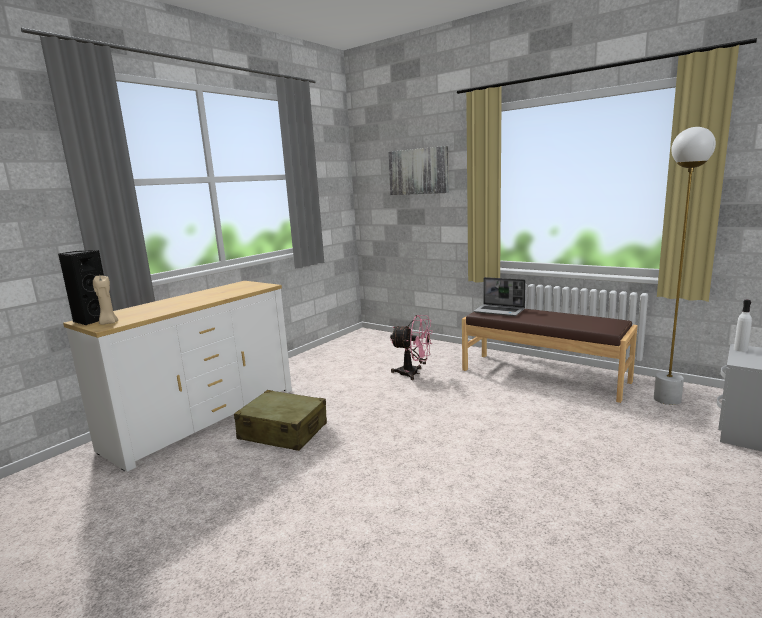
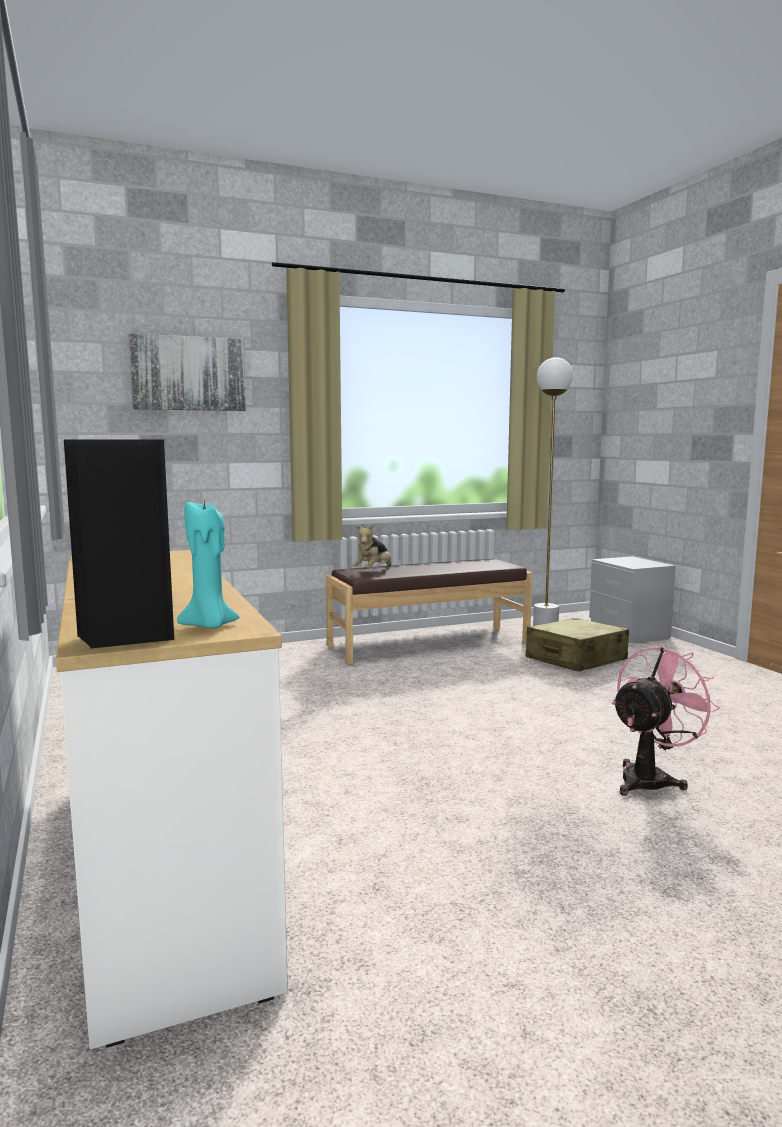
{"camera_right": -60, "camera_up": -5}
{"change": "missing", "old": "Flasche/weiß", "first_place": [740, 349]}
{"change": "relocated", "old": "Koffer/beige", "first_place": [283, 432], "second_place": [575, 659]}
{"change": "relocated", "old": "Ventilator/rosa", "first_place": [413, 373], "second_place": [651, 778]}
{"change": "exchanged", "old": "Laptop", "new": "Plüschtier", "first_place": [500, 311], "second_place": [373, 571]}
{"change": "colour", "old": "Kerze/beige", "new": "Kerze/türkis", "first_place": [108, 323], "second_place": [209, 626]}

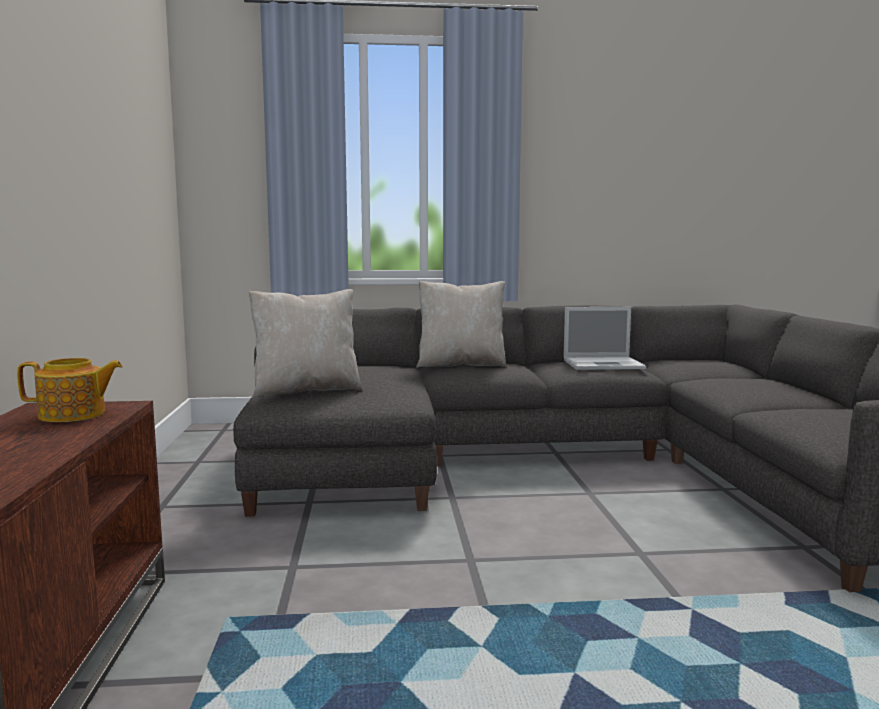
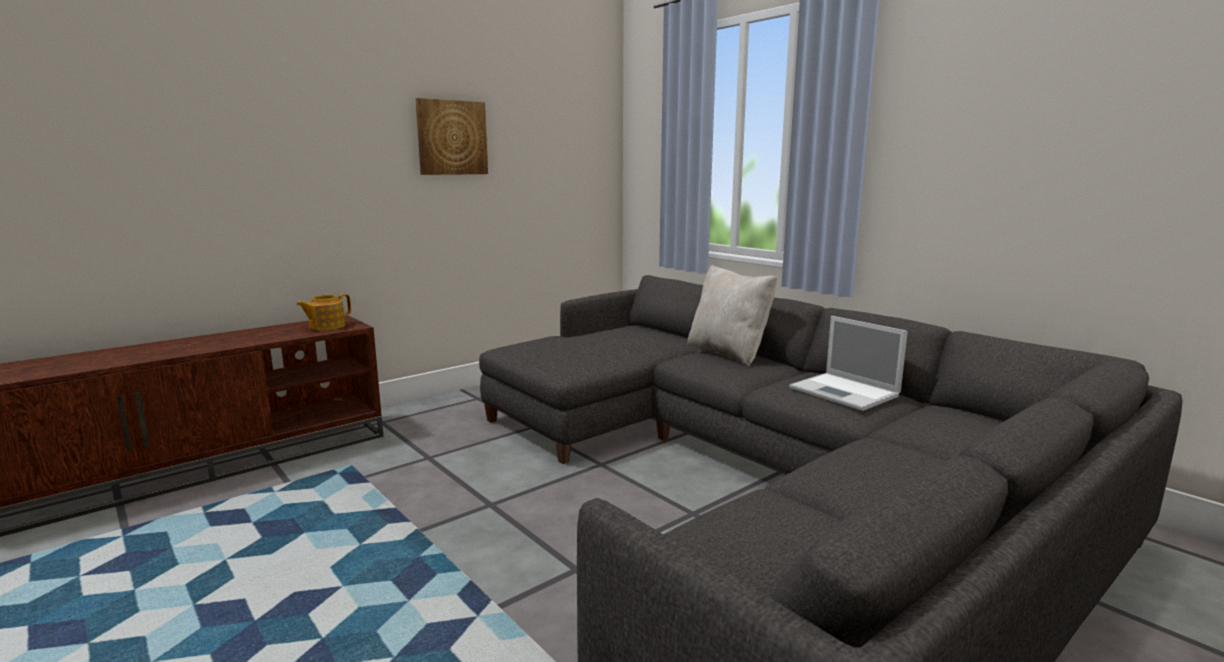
{"camera_right": 55, "camera_up": 5}
{"change": "missing", "old": "Kissen/beige", "first_place": [306, 390]}
{"change": "appeared", "new": "Bild", "second_place": [451, 137]}
{"change": "spun", "old": "Teekanne", "first_place": [73, 415], "second_place": [326, 326], "degrees": 90}

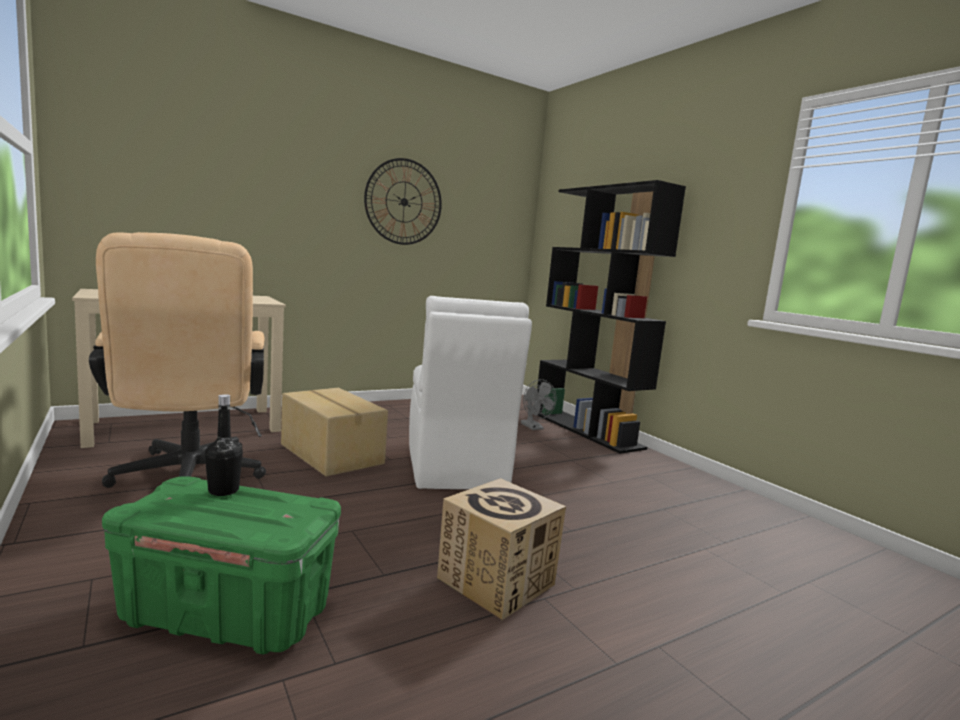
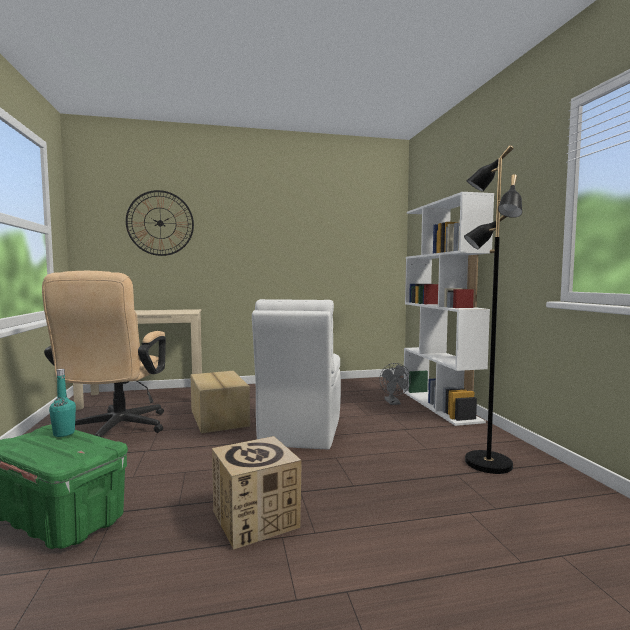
{"camera_right": 20, "camera_up": -5}
{"change": "appeared", "new": "Stehlampe/schwarz", "second_place": [486, 463]}
{"change": "relocated", "old": "Wanduhr", "first_place": [404, 202], "second_place": [160, 223]}
{"change": "colour", "old": "Flasche/schwarz", "new": "Flasche/türkis", "first_place": [223, 490], "second_place": [64, 433]}
{"change": "colour", "old": "Bücherregal/schwarz", "new": "Bücherregal/weiß", "first_place": [587, 430], "second_place": [440, 406]}

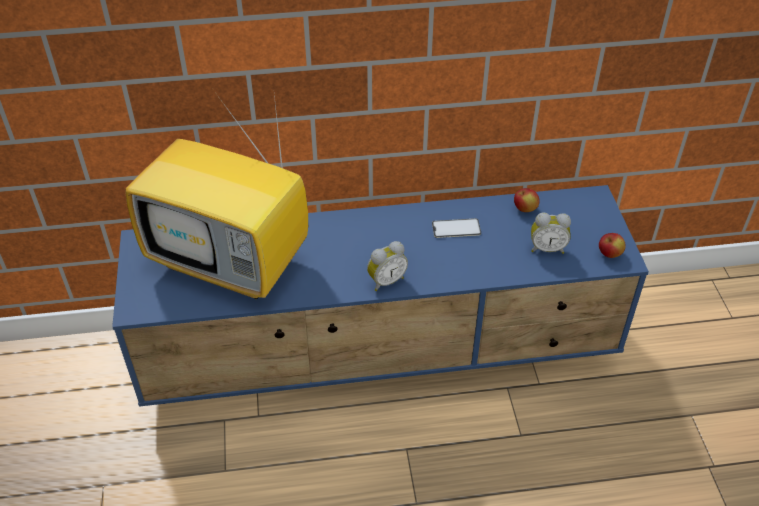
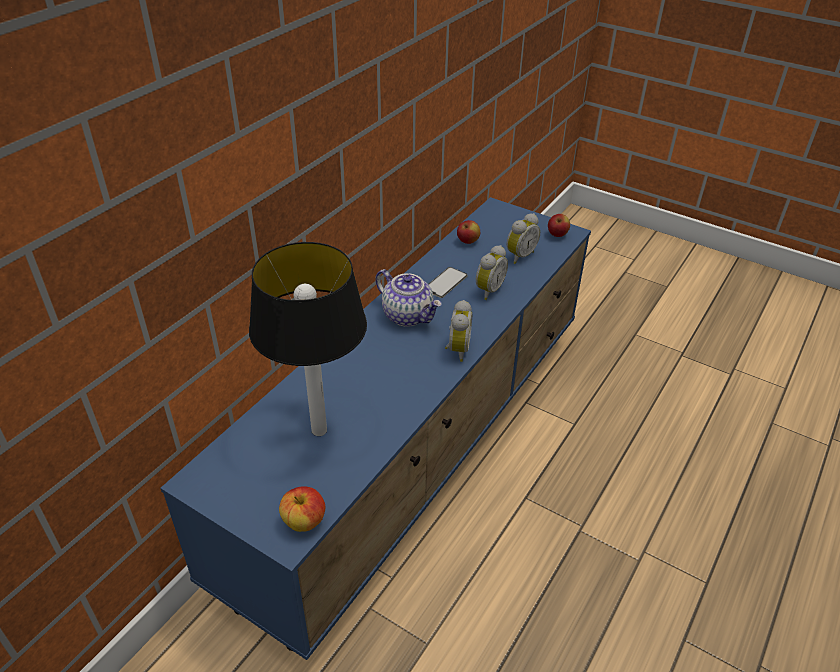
{"camera_right": -50, "camera_up": -5}
{"change": "appeared", "new": "Apfel", "second_place": [304, 522]}
{"change": "appeared", "new": "Teekanne", "second_place": [408, 315]}
{"change": "appeared", "new": "Wecker", "second_place": [488, 290]}
{"change": "exchanged", "old": "Fernseher", "new": "Tischlampe", "first_place": [233, 263], "second_place": [319, 429]}

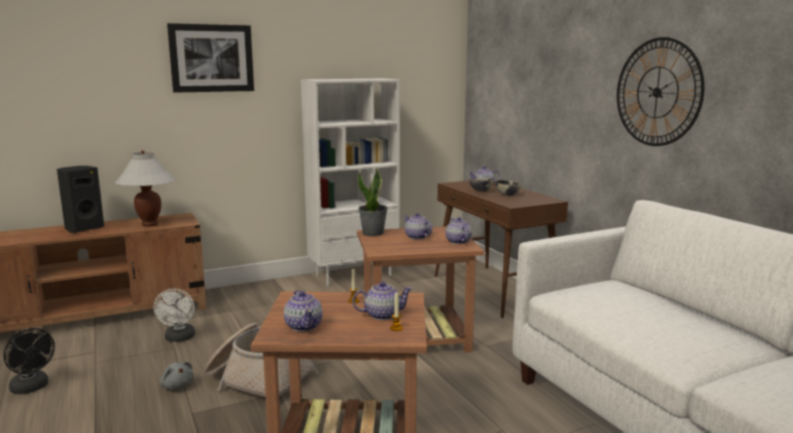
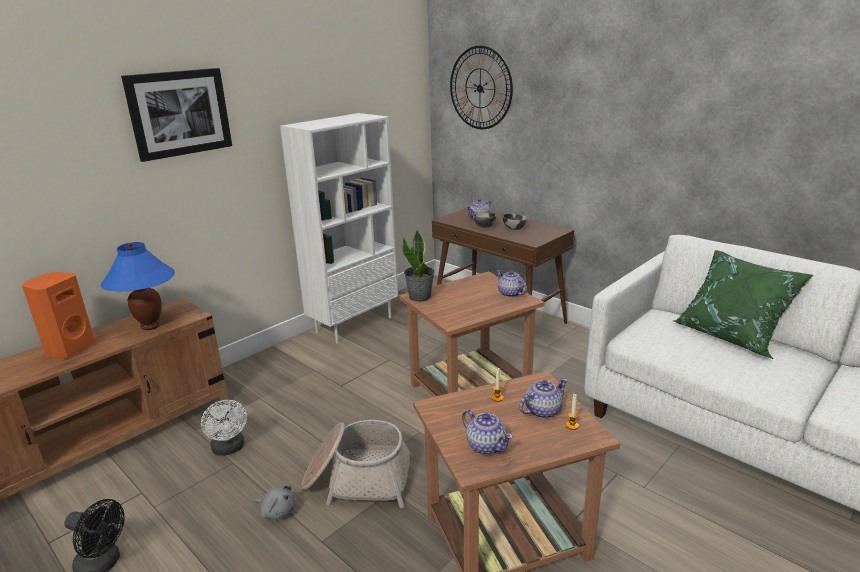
{"camera_right": -20, "camera_up": 10}
{"change": "missing", "old": "Teekanne", "first_place": [417, 237]}
{"change": "appeared", "new": "Kissen/grün", "second_place": [732, 335]}
{"change": "relocated", "old": "Wanduhr", "first_place": [657, 92], "second_place": [480, 88]}
{"change": "colour", "old": "Lautsprecher/schwarz", "new": "Lautsprecher/orange", "first_place": [83, 228], "second_place": [69, 349]}
{"change": "colour", "old": "Tischlampe/weiß", "new": "Tischlampe/blau", "first_place": [150, 224], "second_place": [150, 326]}

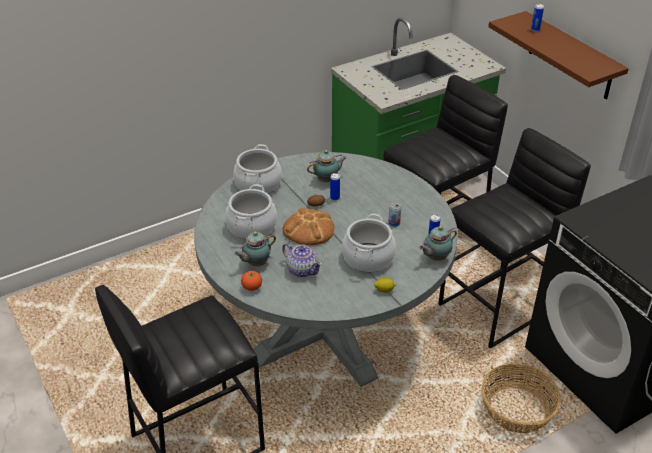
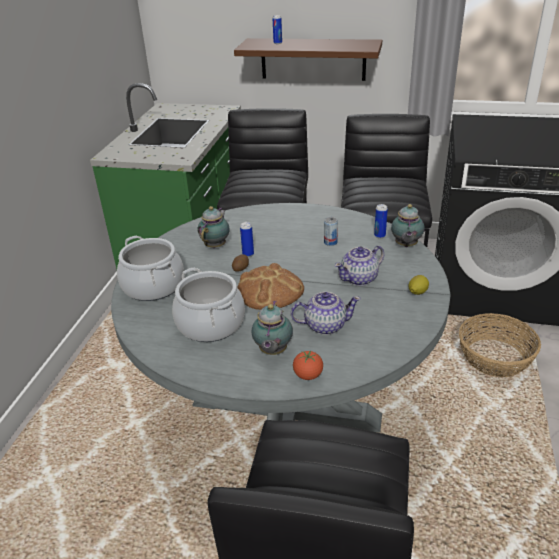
{"camera_right": -45, "camera_up": -5}
{"change": "exchanged", "old": "Kochtopf", "new": "Teekanne", "first_place": [368, 258], "second_place": [359, 278]}

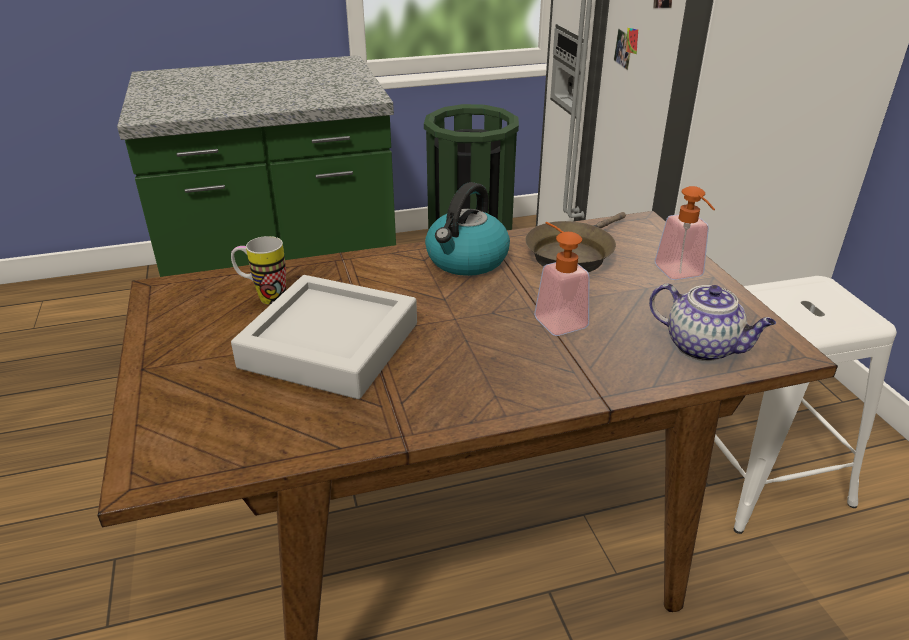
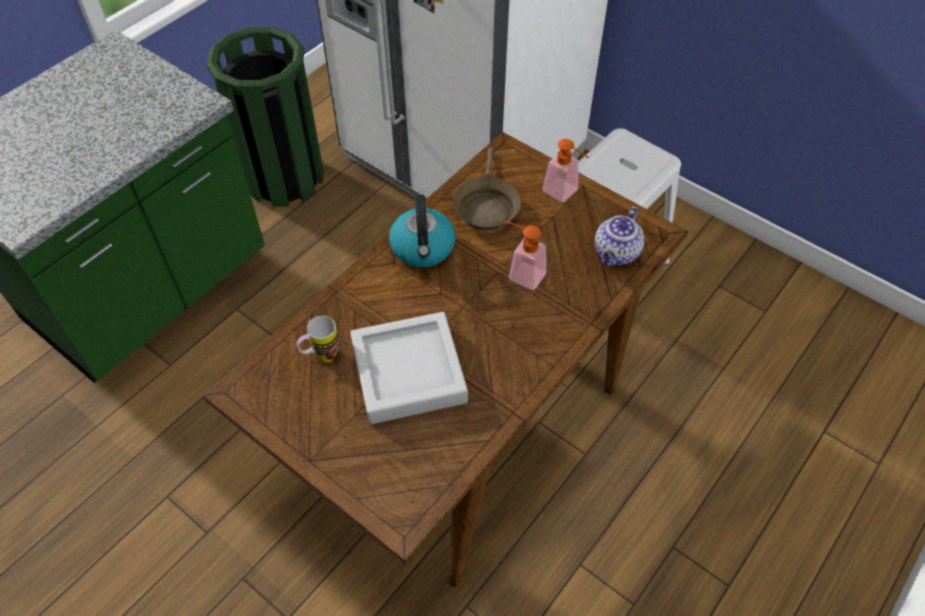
{"camera_right": -35, "camera_up": 20}
{"change": "spun", "old": "Teekanne", "first_place": [703, 347], "second_place": [616, 254], "degrees": 120}

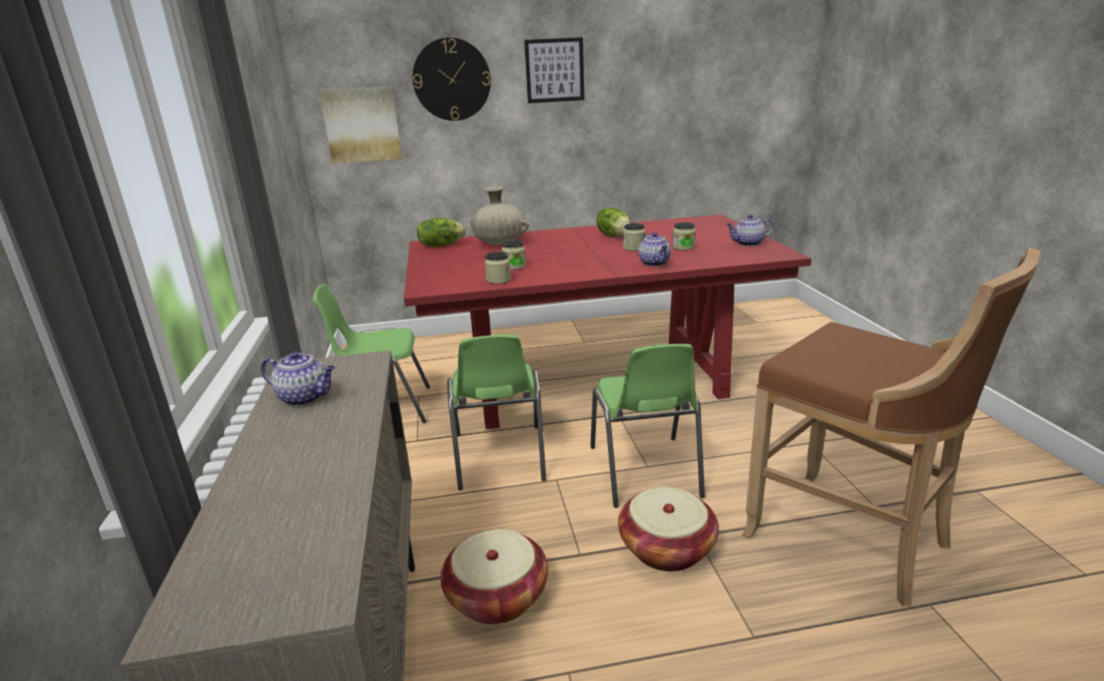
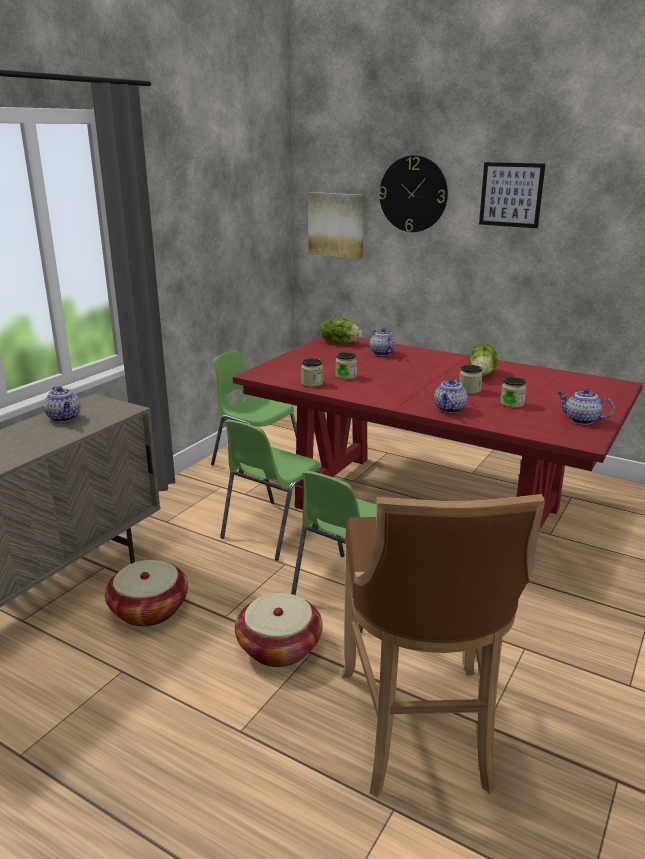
{"camera_right": 40, "camera_up": 0}
{"change": "exchanged", "old": "Vase/beige", "new": "Teekanne", "first_place": [500, 243], "second_place": [382, 353]}

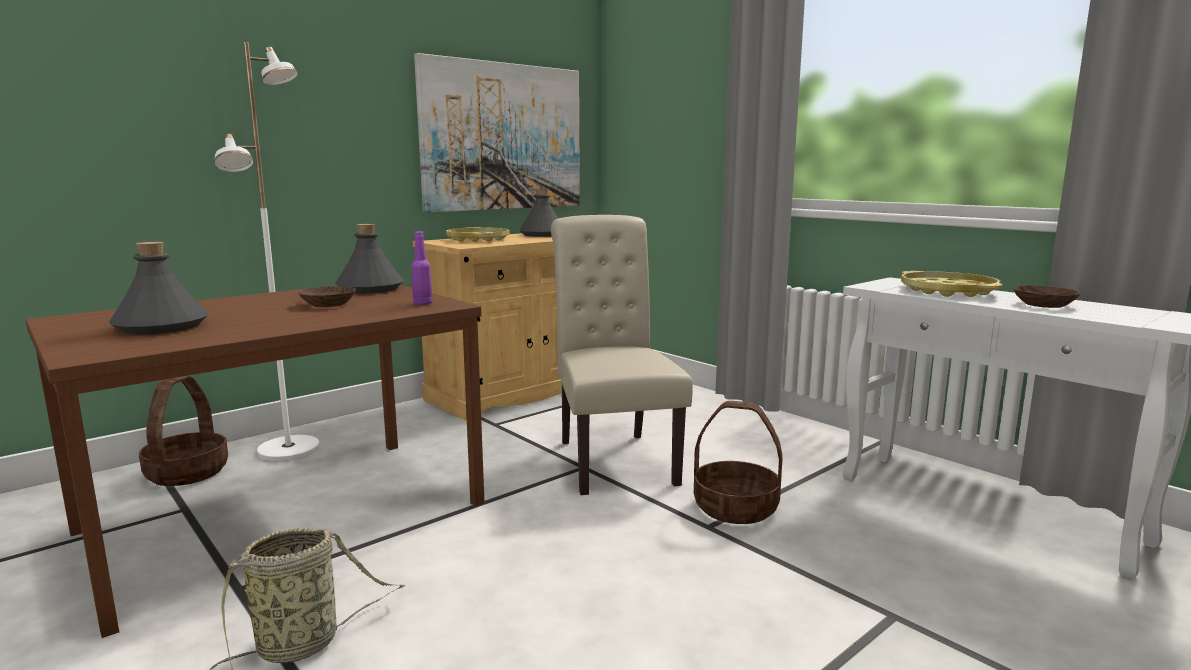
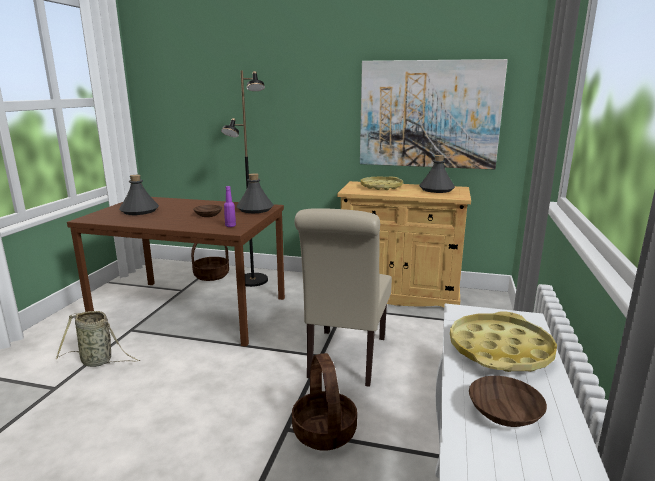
{"camera_right": 55, "camera_up": 5}
{"change": "colour", "old": "Stehlampe/weiß", "new": "Stehlampe/schwarz", "first_place": [290, 450], "second_place": [252, 280]}
{"change": "spun", "old": "Stuhl/beige", "first_place": [612, 458], "second_place": [345, 360], "degrees": 150}

